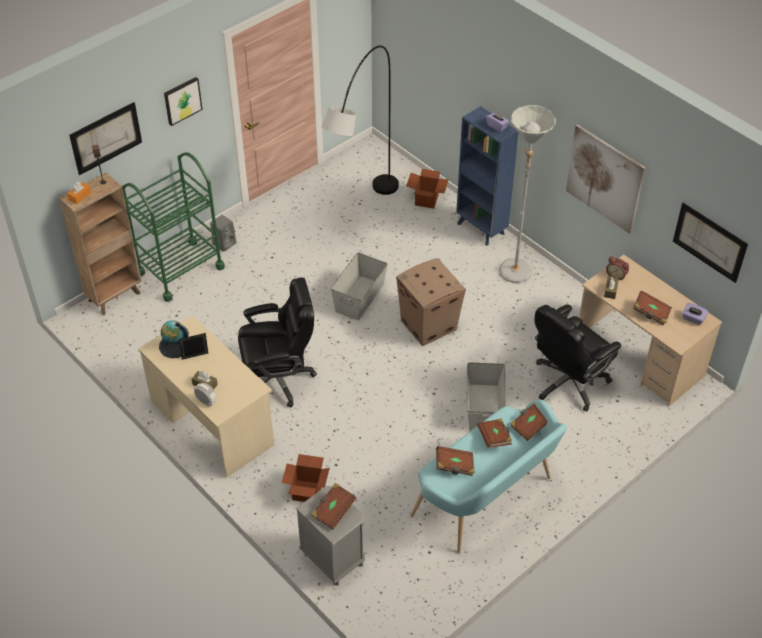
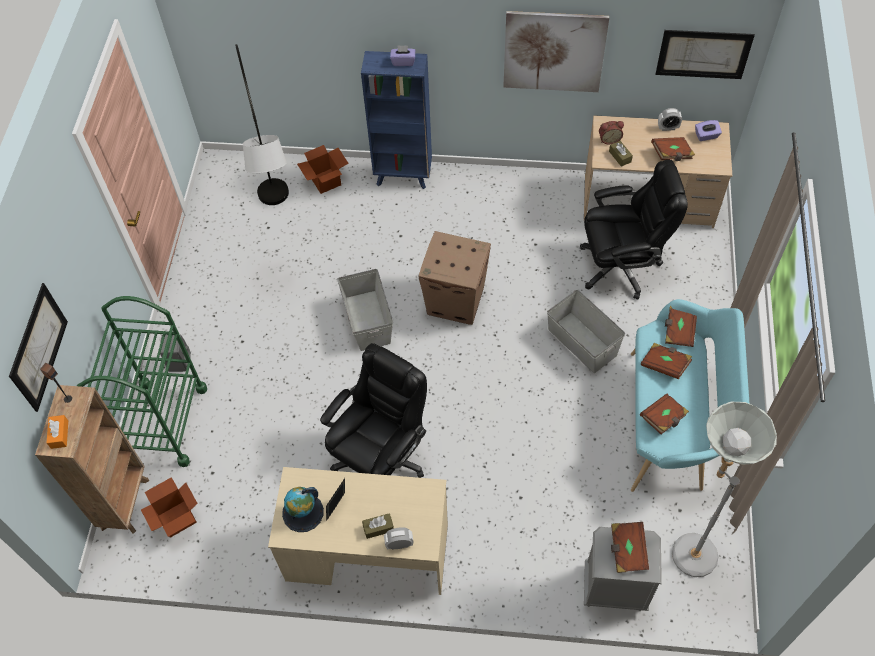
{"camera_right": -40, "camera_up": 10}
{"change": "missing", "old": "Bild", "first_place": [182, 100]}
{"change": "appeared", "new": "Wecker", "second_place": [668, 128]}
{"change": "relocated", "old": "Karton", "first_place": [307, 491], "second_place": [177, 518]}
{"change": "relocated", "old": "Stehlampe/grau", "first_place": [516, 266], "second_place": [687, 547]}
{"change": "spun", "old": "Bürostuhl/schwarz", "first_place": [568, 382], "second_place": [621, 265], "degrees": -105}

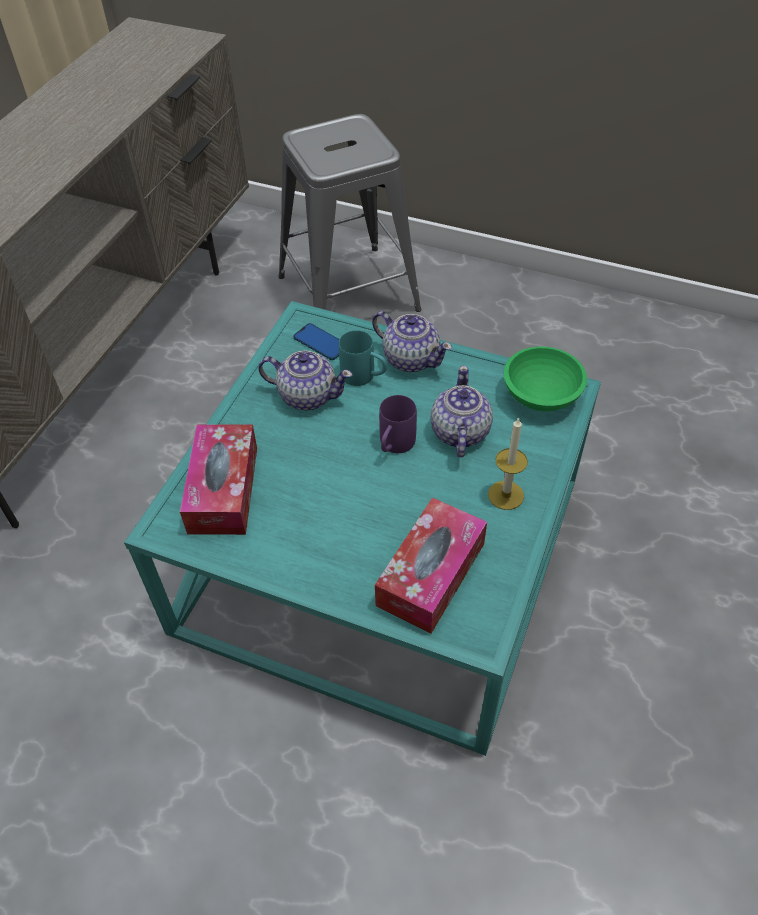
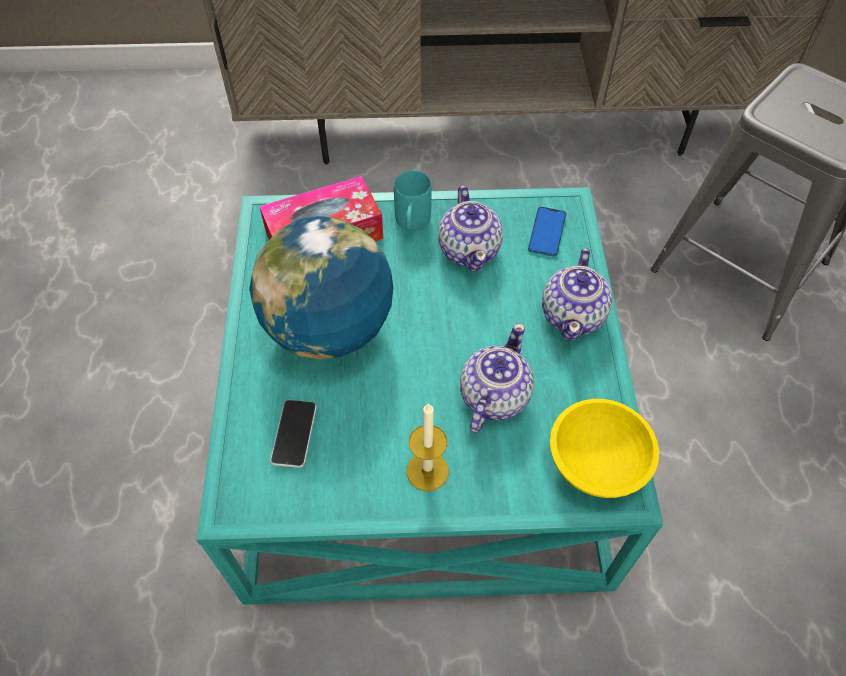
{"camera_right": 65, "camera_up": 5}
{"change": "missing", "old": "Henkelbecher/lila", "first_place": [394, 446]}
{"change": "appeared", "new": "Globus", "second_place": [329, 329]}
{"change": "relocated", "old": "Henkelbecher/türkis", "first_place": [364, 377], "second_place": [412, 224]}
{"change": "exchanged", "old": "Taschentuchbox", "new": "Handy", "first_place": [431, 574], "second_place": [294, 434]}
{"change": "colour", "old": "Schüssel/grün", "new": "Schüssel/gelb", "first_place": [541, 394], "second_place": [598, 461]}
{"change": "spun", "old": "Teekanne", "first_place": [459, 432], "second_place": [493, 397], "degrees": -45}

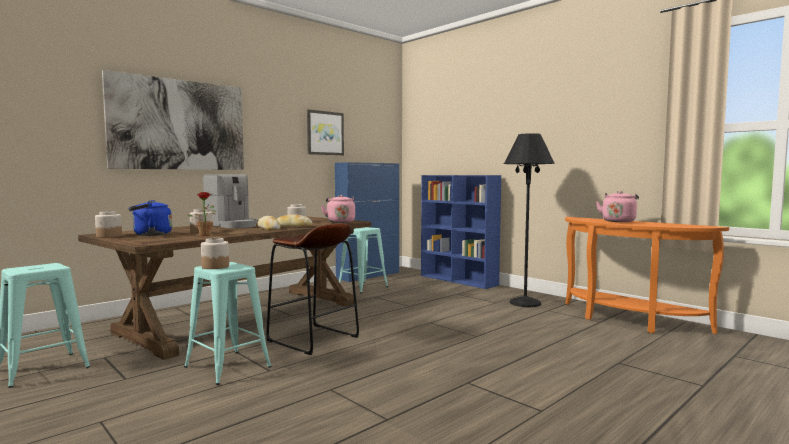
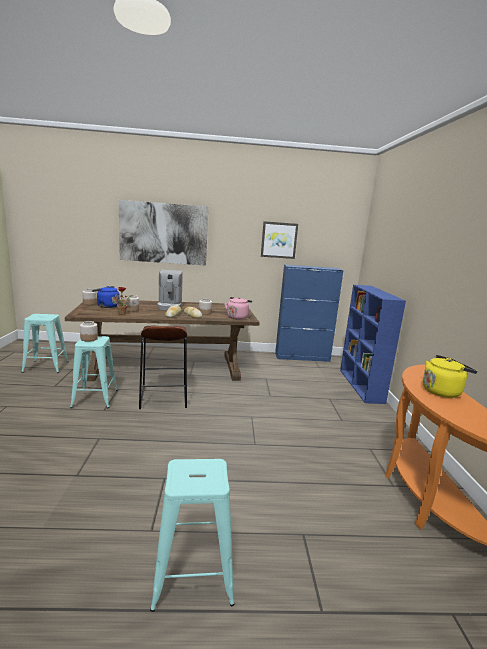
{"camera_right": 40, "camera_up": 10}
{"change": "missing", "old": "Stehlampe/schwarz", "first_place": [525, 303]}
{"change": "relocated", "old": "Hocker/türkis", "first_place": [363, 287], "second_place": [193, 574]}
{"change": "colour", "old": "Wasserkessel/rosa", "new": "Wasserkessel/gelb", "first_place": [618, 221], "second_place": [442, 391]}

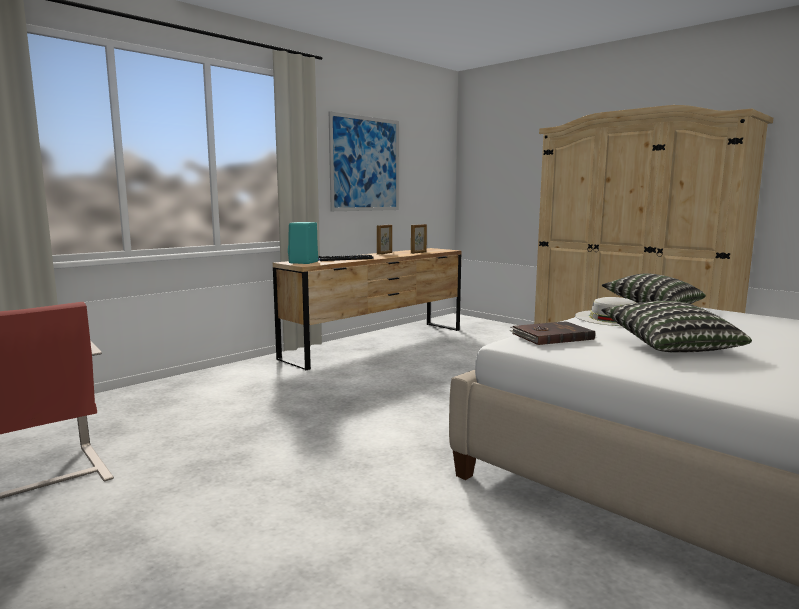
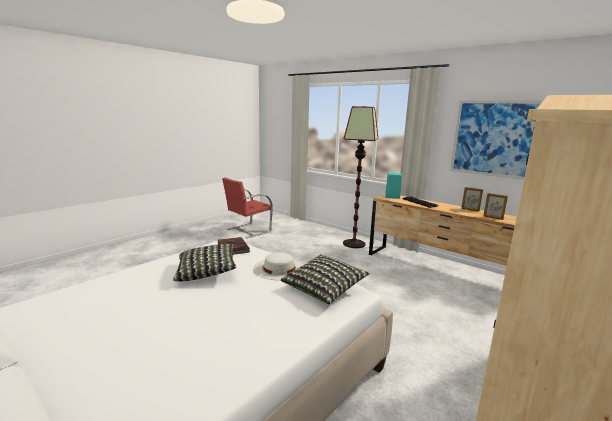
{"camera_right": 85, "camera_up": 5}
{"change": "appeared", "new": "Stehlampe", "second_place": [354, 244]}

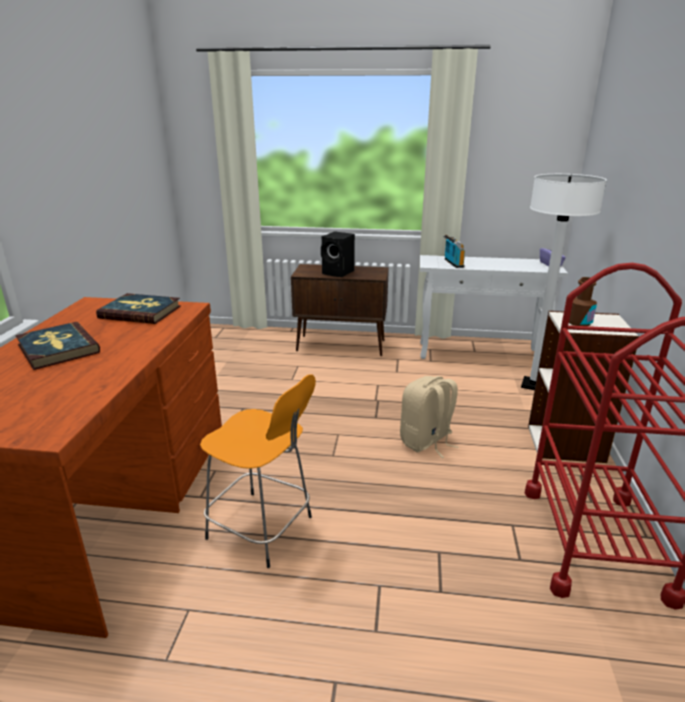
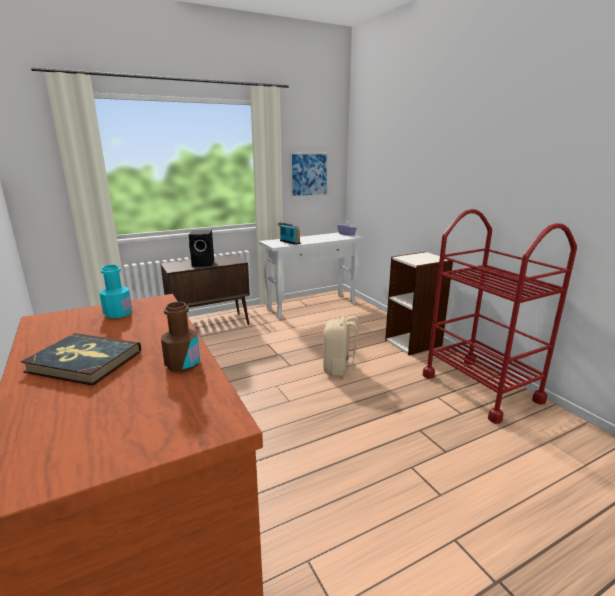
{"camera_right": -35, "camera_up": -5}
{"change": "missing", "old": "Hocker/orange", "first_place": [263, 529]}
{"change": "missing", "old": "Stehlampe/weiß", "first_place": [533, 385]}
{"change": "appeared", "new": "Bild", "second_place": [309, 174]}
{"change": "relocated", "old": "Flasche/braun", "first_place": [578, 322], "second_place": [183, 364]}
{"change": "exchanged", "old": "Buch", "new": "Flasche/türkis", "first_place": [141, 312], "second_place": [118, 313]}

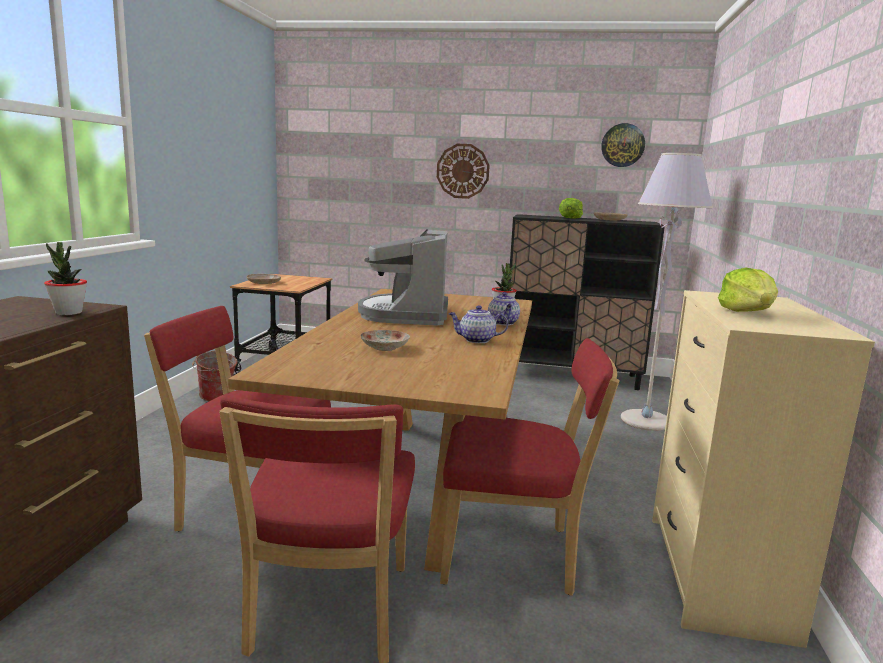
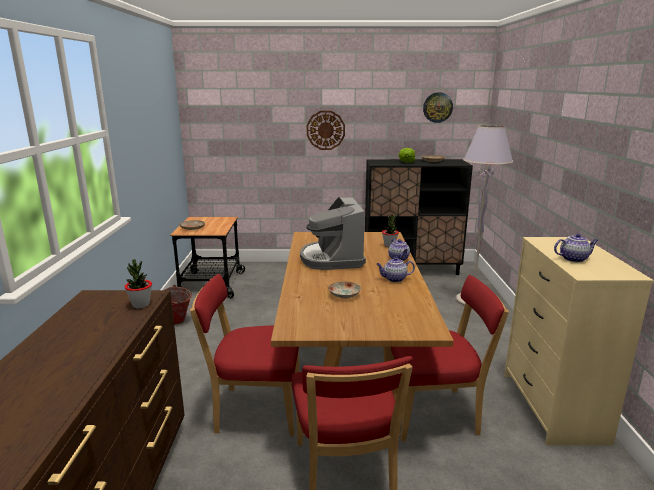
{"camera_right": -10, "camera_up": 5}
{"change": "exchanged", "old": "Salatkopf", "new": "Teekanne", "first_place": [747, 312], "second_place": [574, 259]}

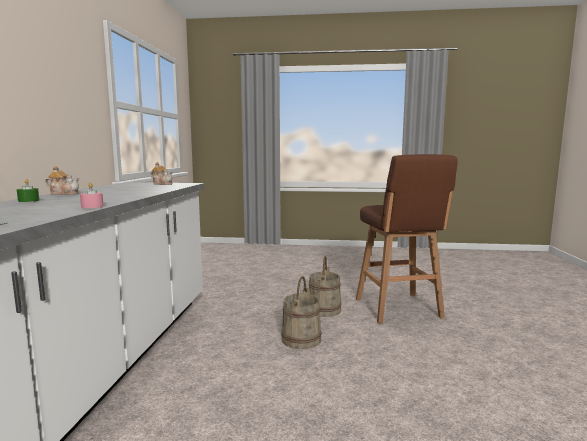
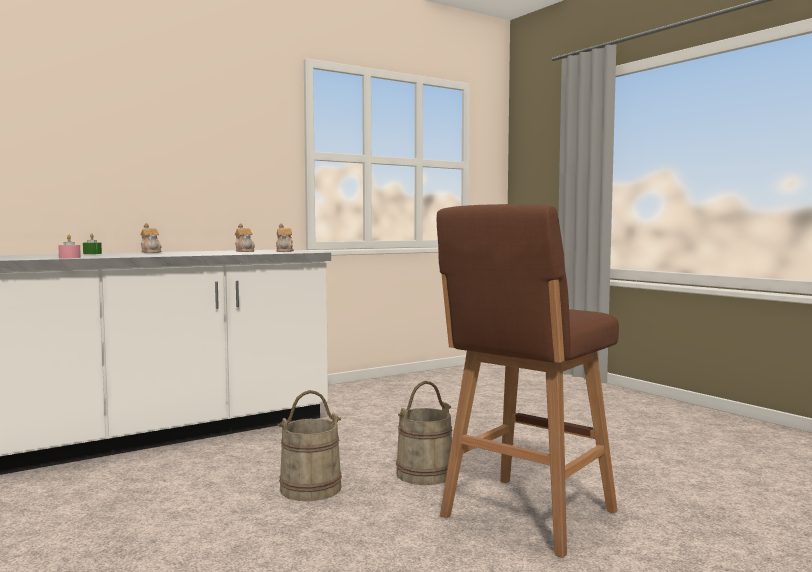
{"camera_right": 50, "camera_up": -5}
{"change": "appeared", "new": "Teekanne", "second_place": [245, 251]}

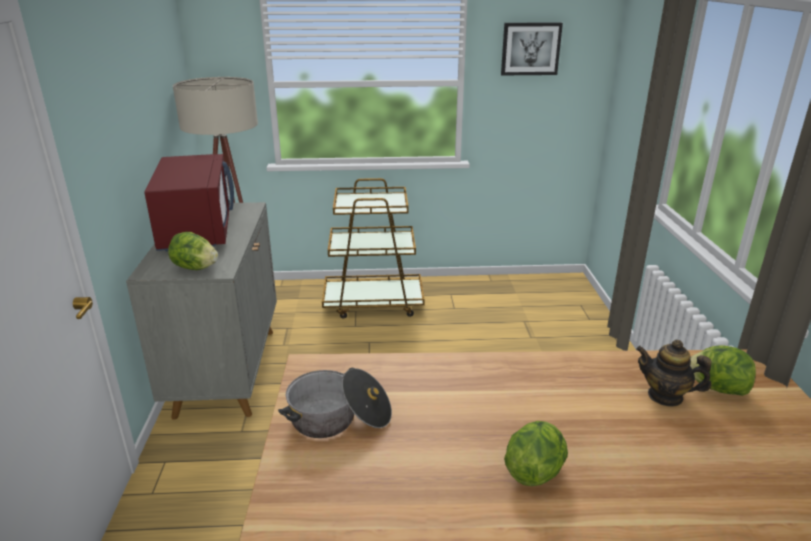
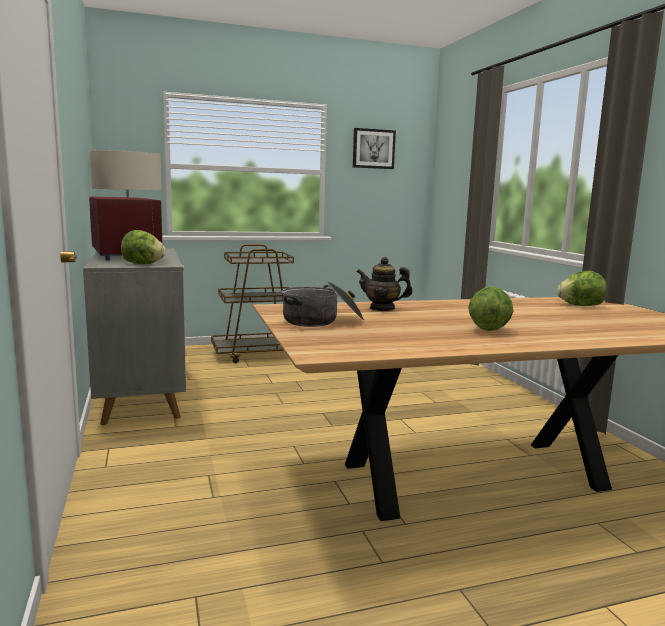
{"camera_right": -15, "camera_up": -15}
{"change": "relocated", "old": "Teekanne", "first_place": [665, 396], "second_place": [382, 308]}

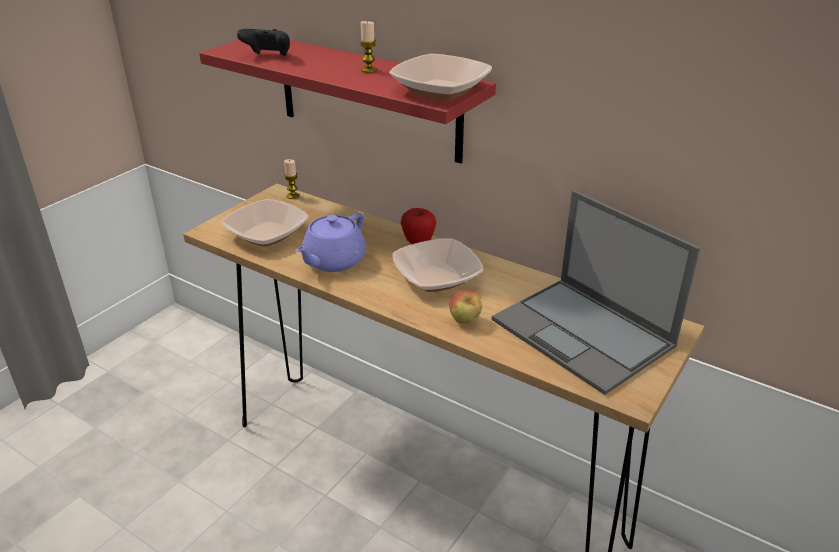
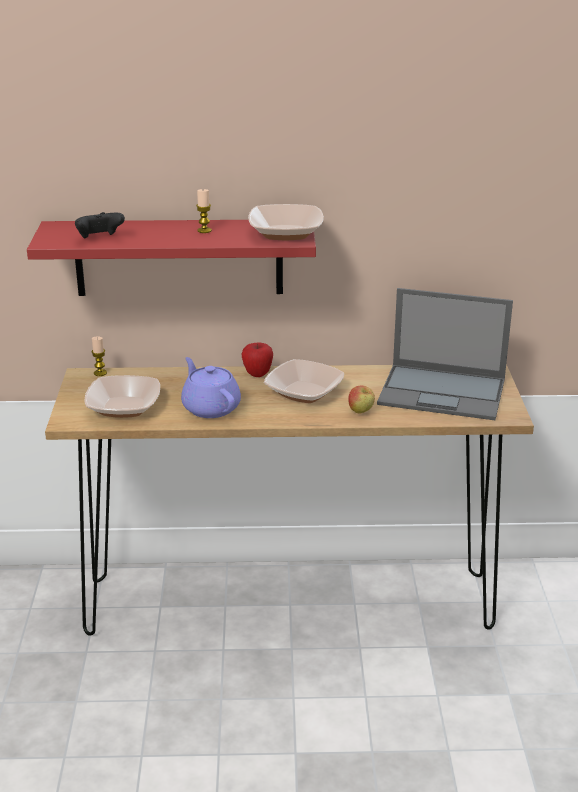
{"camera_right": -35, "camera_up": -5}
{"change": "spun", "old": "Teekanne/lila", "first_place": [333, 261], "second_place": [210, 407], "degrees": 150}

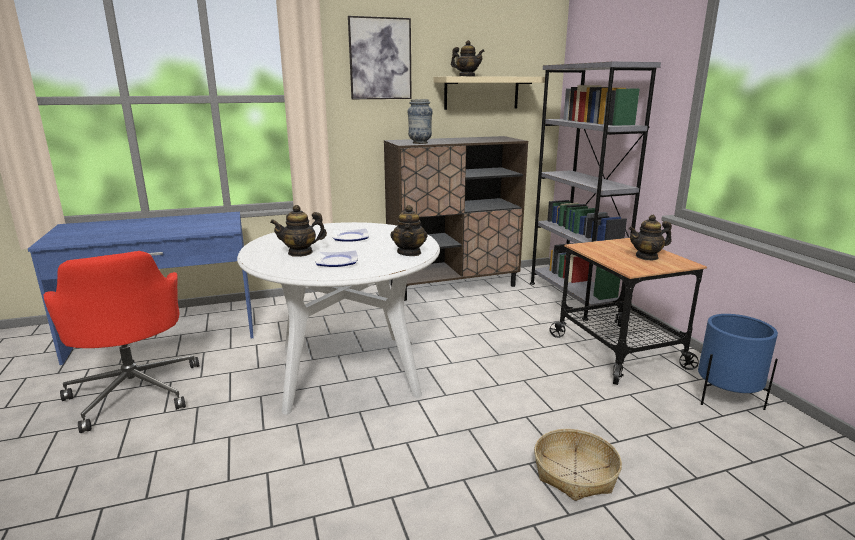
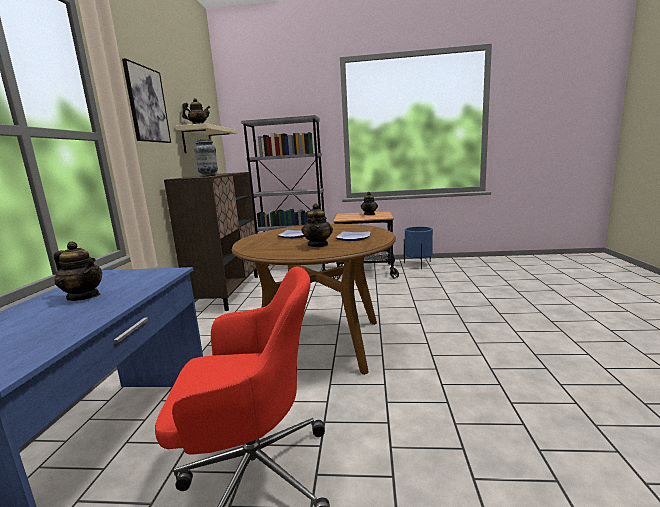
{"camera_right": -65, "camera_up": -5}
{"change": "missing", "old": "Korb", "first_place": [575, 473]}
{"change": "relocated", "old": "Teekanne", "first_place": [409, 253], "second_place": [84, 296]}
{"change": "colour", "old": "Esstisch/weiß", "new": "Esstisch/braun", "first_place": [348, 371], "second_place": [321, 342]}

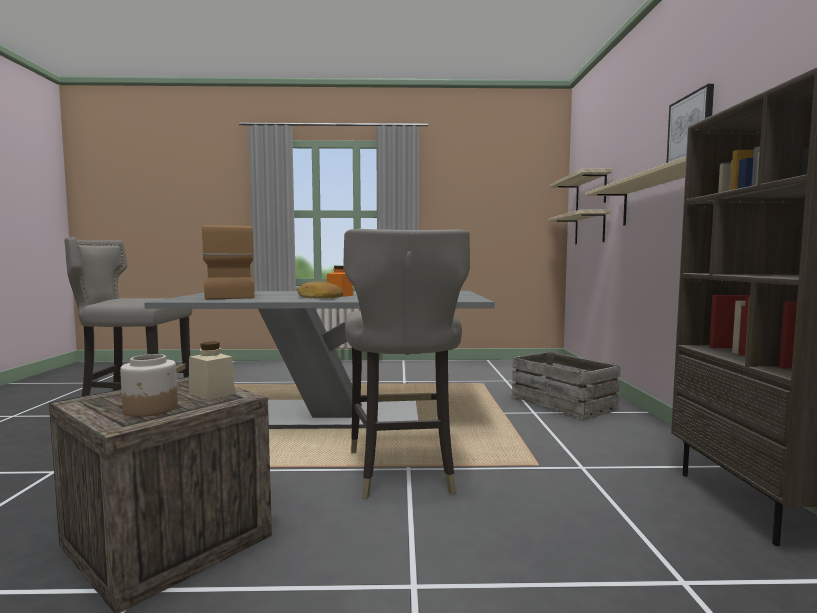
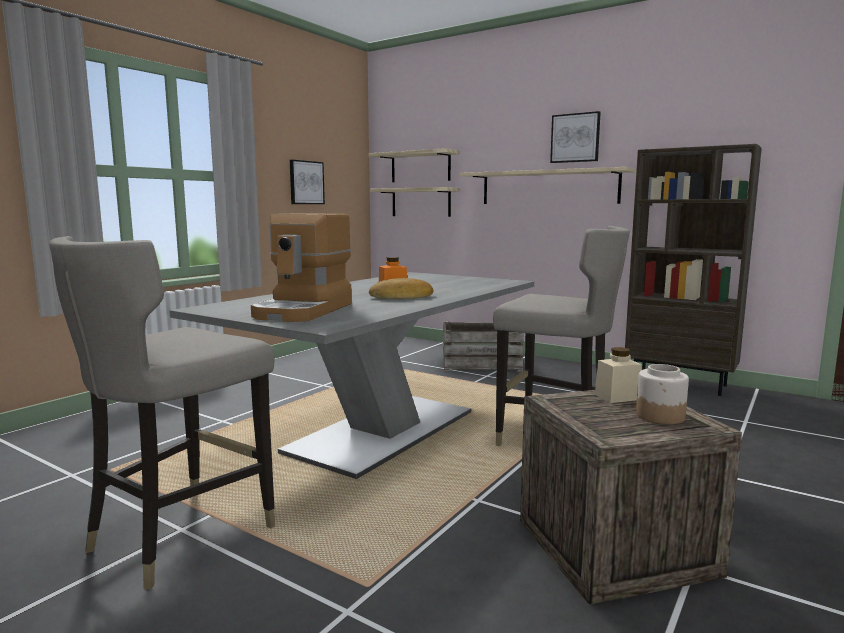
{"camera_right": -55, "camera_up": 5}
{"change": "appeared", "new": "Bild", "second_place": [306, 182]}
{"change": "spun", "old": "Kaffeemaschine", "first_place": [230, 296], "second_place": [304, 311], "degrees": -90}

